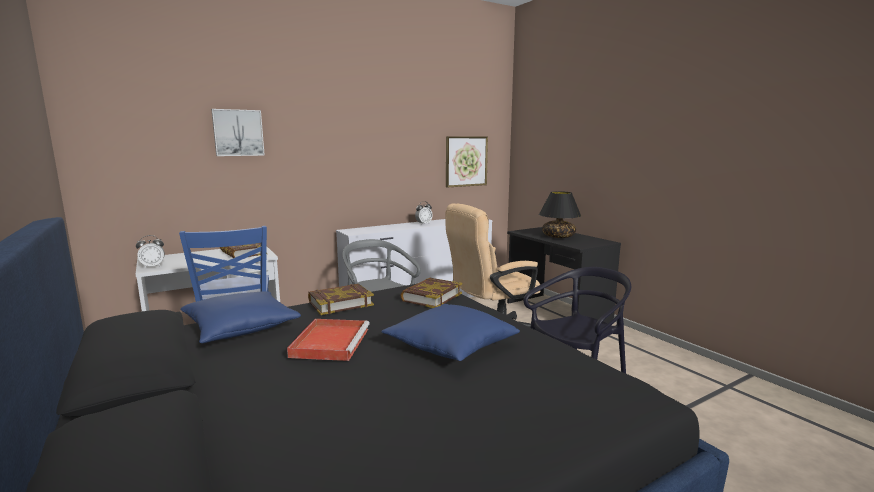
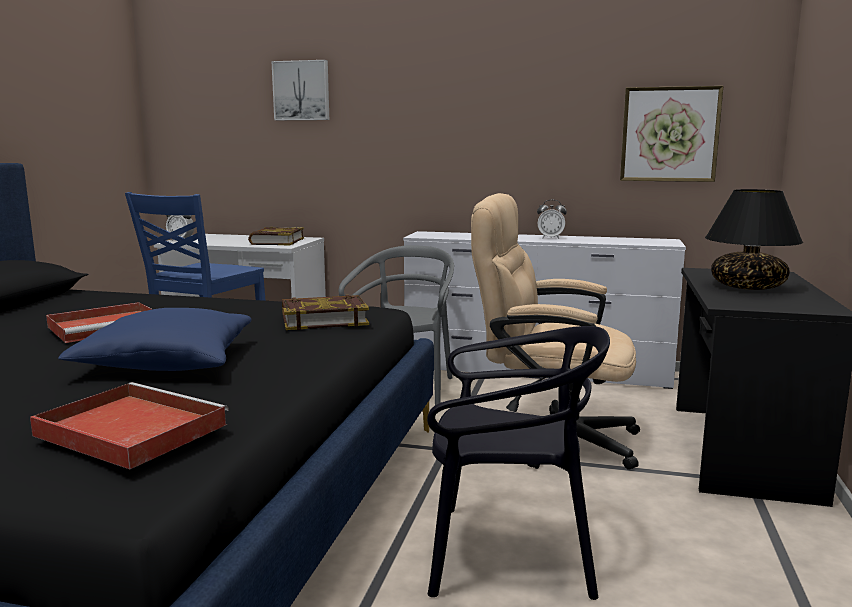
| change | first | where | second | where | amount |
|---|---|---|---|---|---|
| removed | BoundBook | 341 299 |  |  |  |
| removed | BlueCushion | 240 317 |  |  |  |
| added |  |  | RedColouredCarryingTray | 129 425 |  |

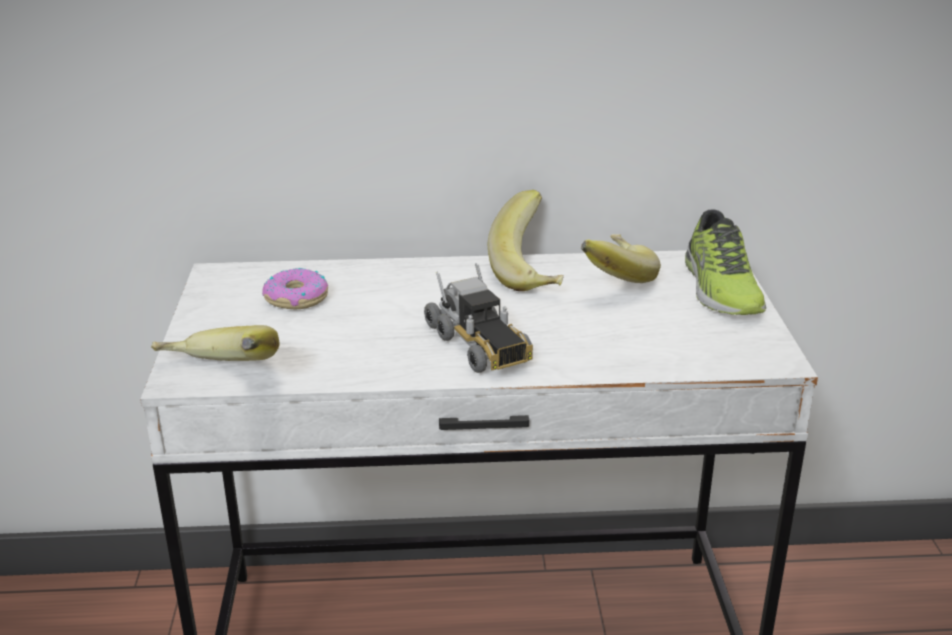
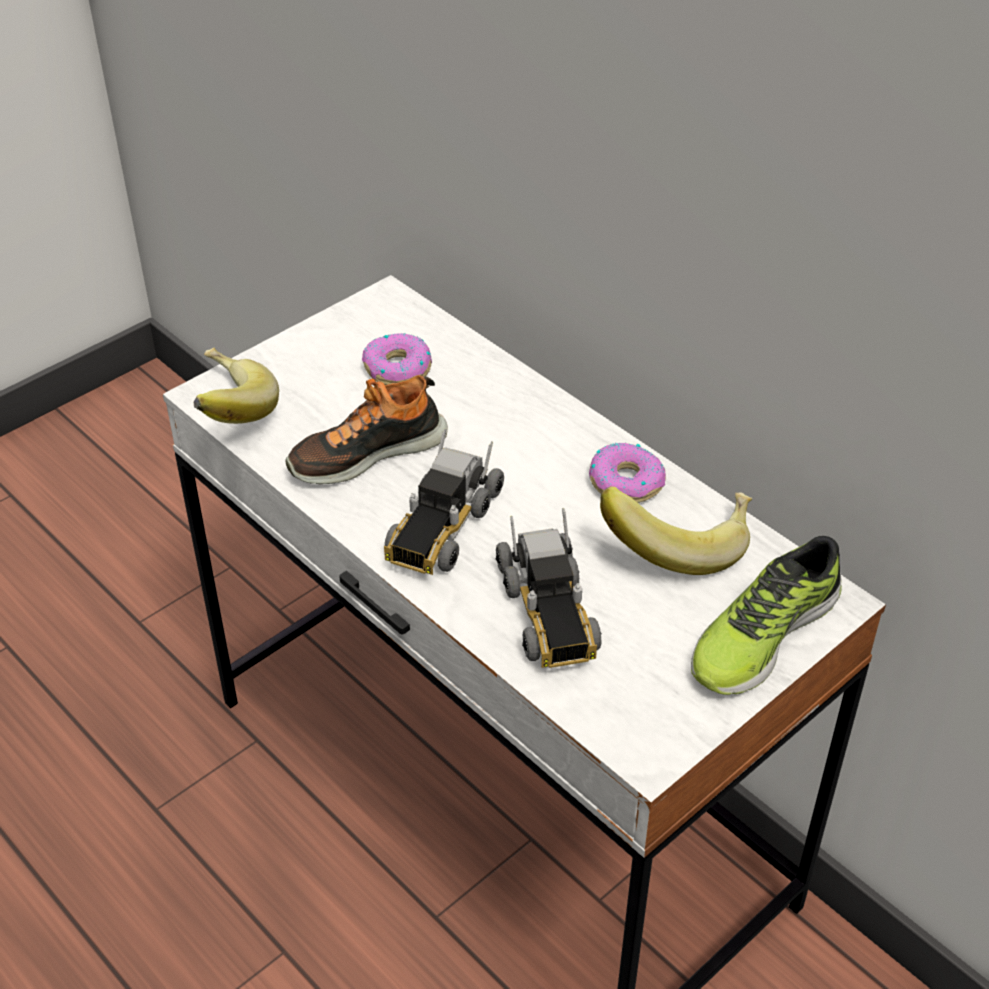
| change | first | where | second | where | amount |
|---|---|---|---|---|---|
| replaced | WholeBanana | 525 240 | Doughnut | 627 473 |  |
| added |  |  | ItemOfFootwear | 366 429 |  |
| added |  |  | ToyTruck | 548 588 |  |

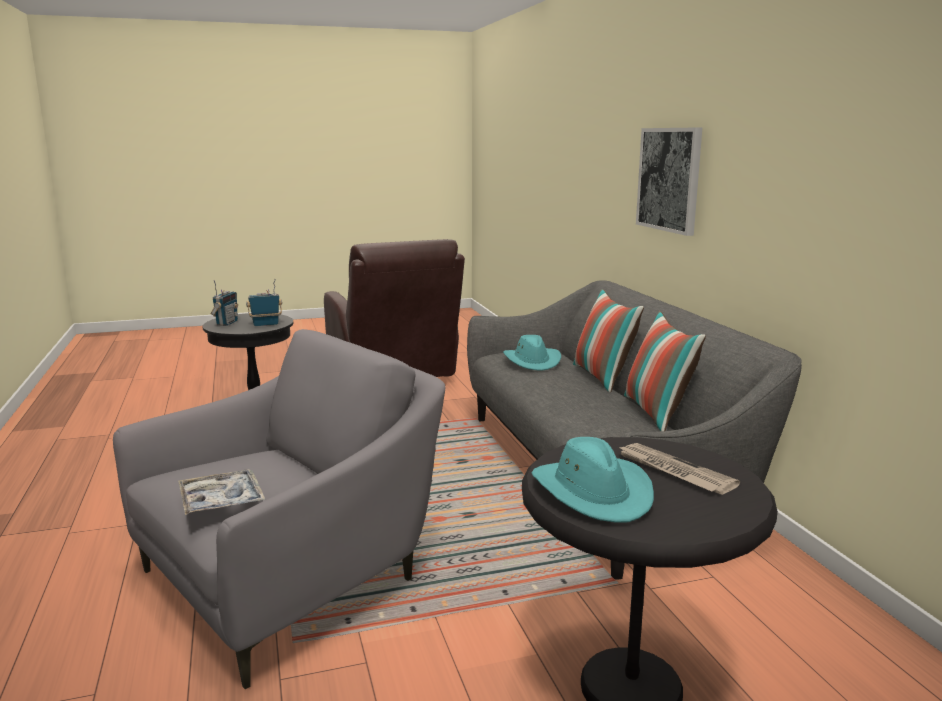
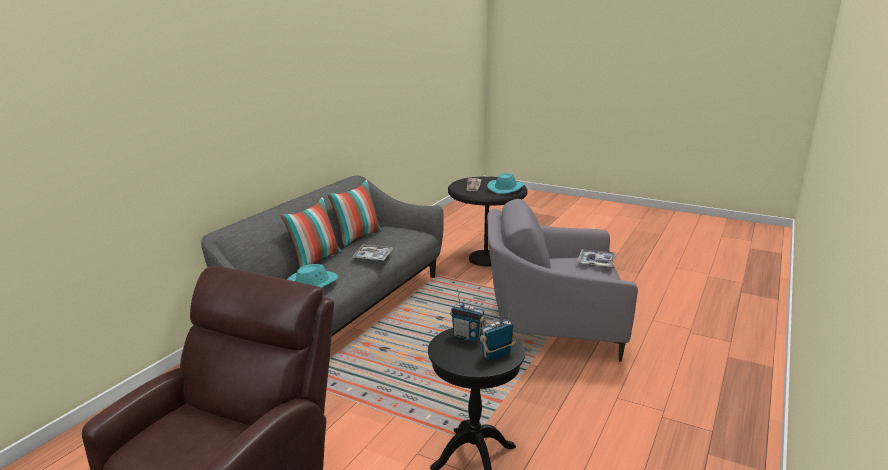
| change | first | where | second | where | amount |
|---|---|---|---|---|---|
| removed | WallPicture | 669 182 |  |  |  |
| added |  |  | CarryingTray | 372 252 |  |

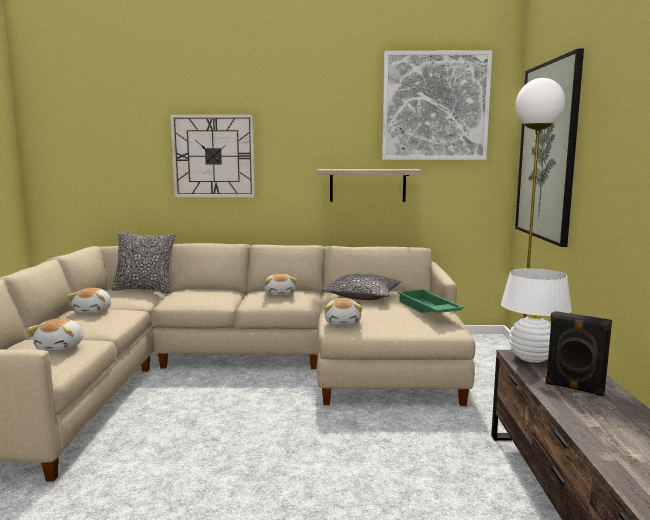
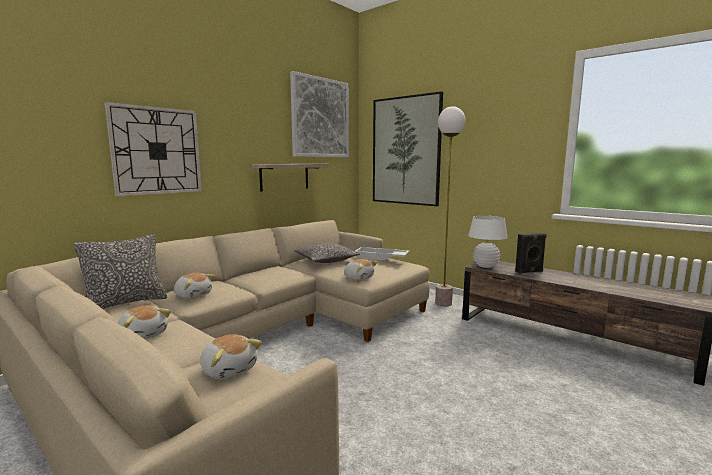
| change | first | where | second | where | amount |
|---|---|---|---|---|---|
| moved | PlushToy | 280 284 |  | 194 286 |  |
| recoloured | GreenCarryingTray | 431 301 | WhiteColouredCarryingTray | 382 253 |  |

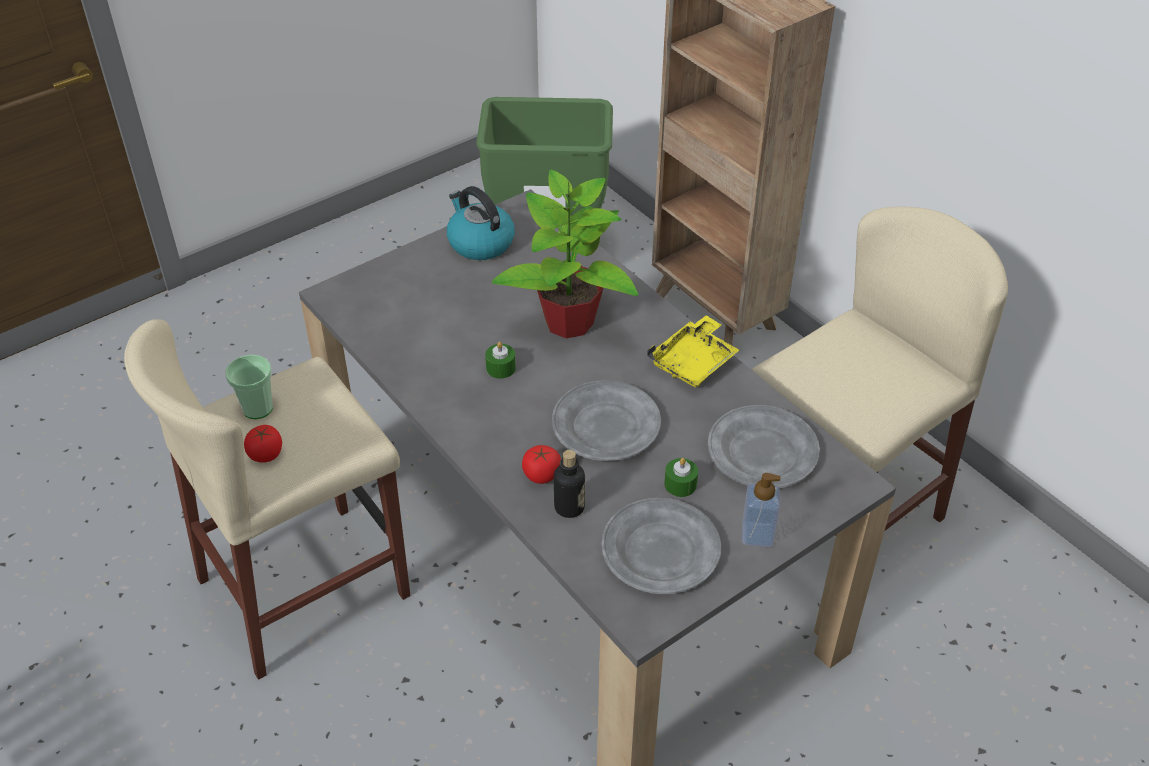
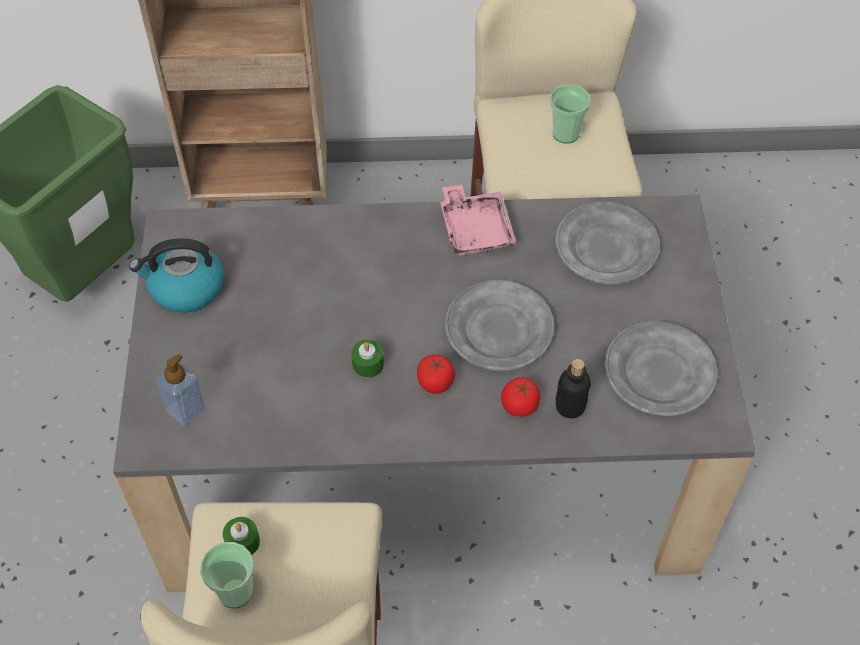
| change | first | where | second | where | amount |
|---|---|---|---|---|---|
| removed | PlantInAPot | 565 254 |  |  |  |
| recoloured | YellowCarryingTray | 693 351 | PinkColouredCarryingTray | 478 220 |  |
| moved | Tomato | 263 444 |  | 436 374 |  |
| moved | GreenWaxLight | 681 477 |  | 241 536 |  |
| moved | SoapDispenser | 761 510 |  | 181 390 |  |
| added |  |  | DrinkingCup | 570 114 |  |

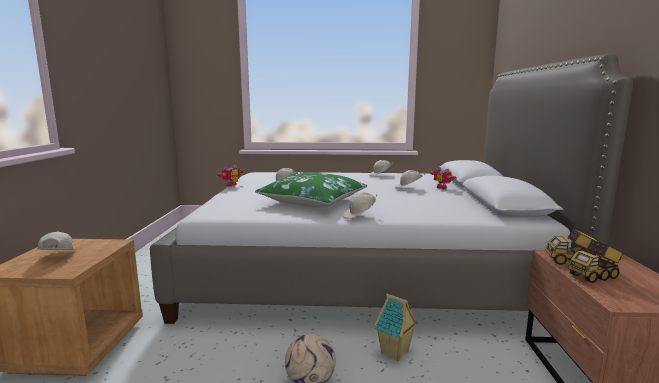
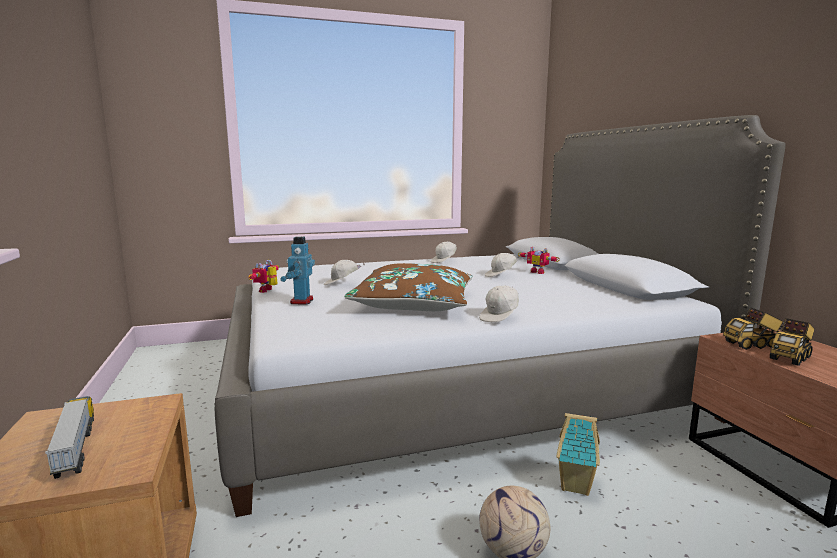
| change | first | where | second | where | amount |
|---|---|---|---|---|---|
| recoloured | GreenCushion | 311 190 | BrownColouredCushion | 408 287 |  |
| replaced | WhiteColouredCap | 57 241 | ToyTruck | 69 437 |  |
| added |  |  | RobotFigure | 297 270 |  |

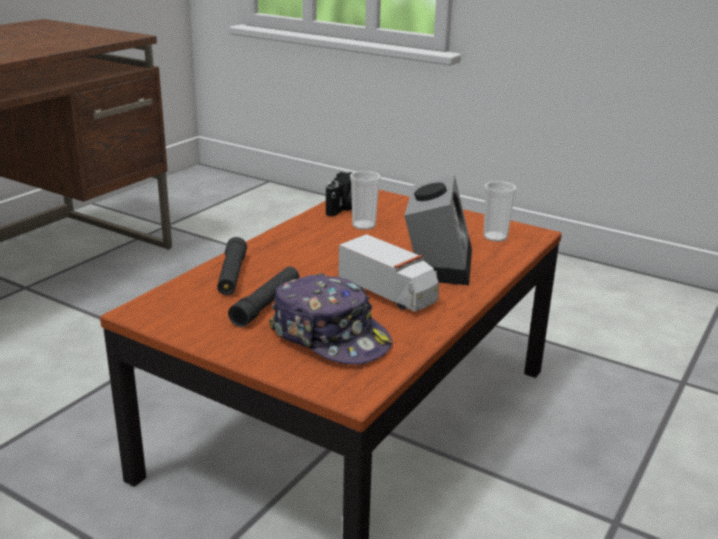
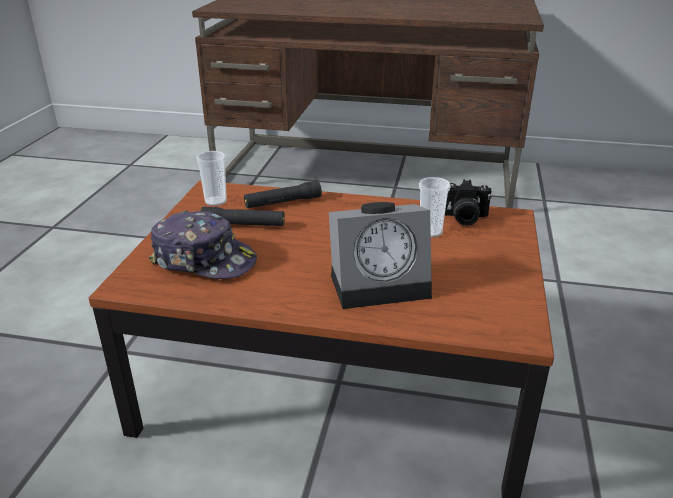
| change | first | where | second | where | amount |
|---|---|---|---|---|---|
| moved | DrinkingCup | 500 211 |  | 211 178 |  |
| removed | ToyTruck | 389 273 |  |  |  |
| turned | Cap | 330 319 |  | 203 245 | 90 degrees counterclockwise |

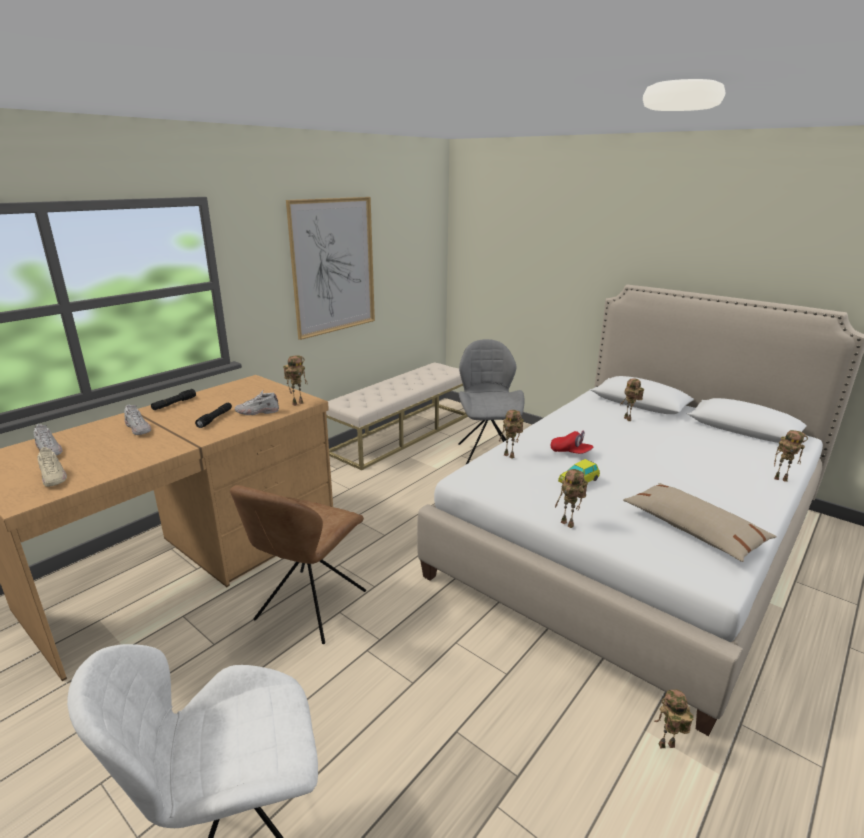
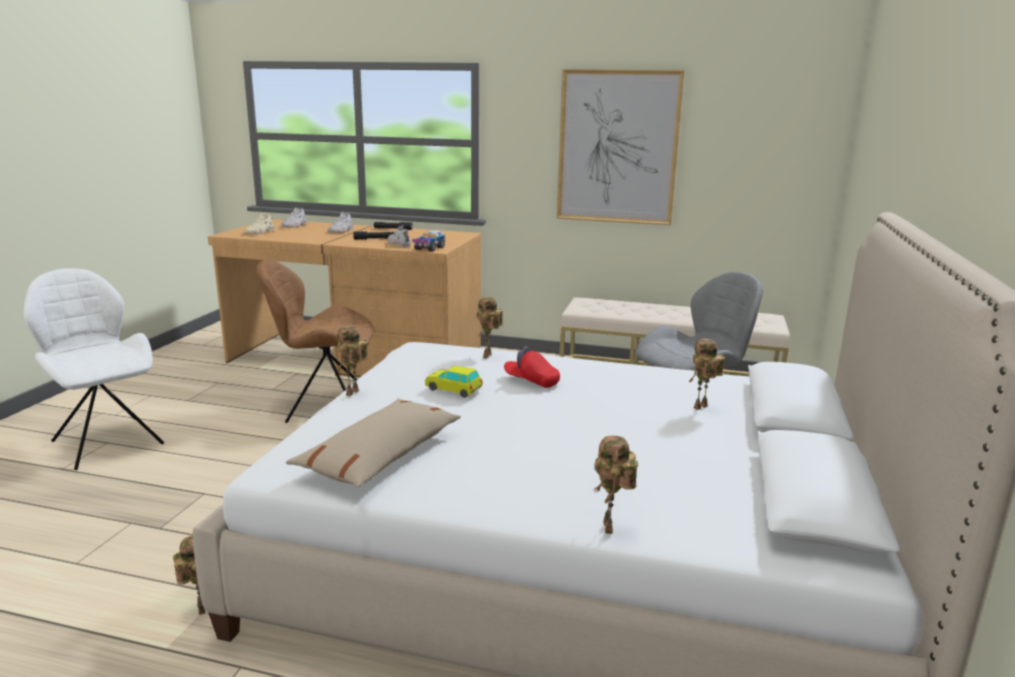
| change | first | where | second | where | amount |
|---|---|---|---|---|---|
| replaced | RobotFigure | 295 380 | ToyTruck | 429 240 |  |
| turned | RedColouredCap | 571 442 |  | 532 367 | 105 degrees clockwise |

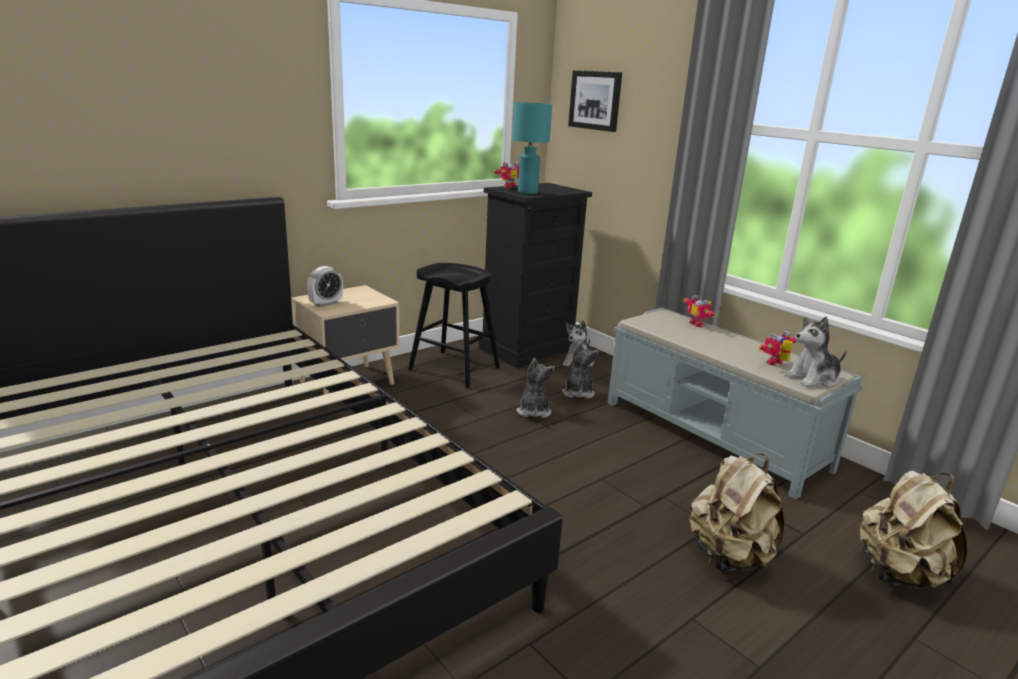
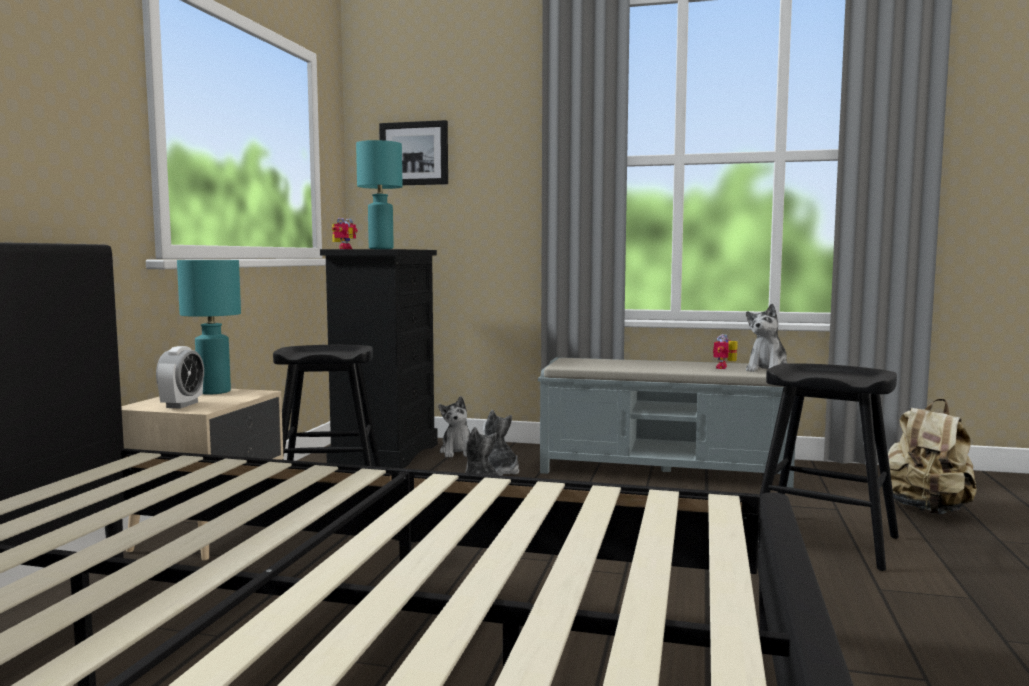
| change | first | where | second | where | amount |
|---|---|---|---|---|---|
| removed | RobotFigure | 699 311 |  |  |  |
| replaced | BeigeColouredBackpack | 736 512 | BlackishStool | 829 467 |  |
| added |  |  | TurquoiseTabletopLamp | 209 327 |  |

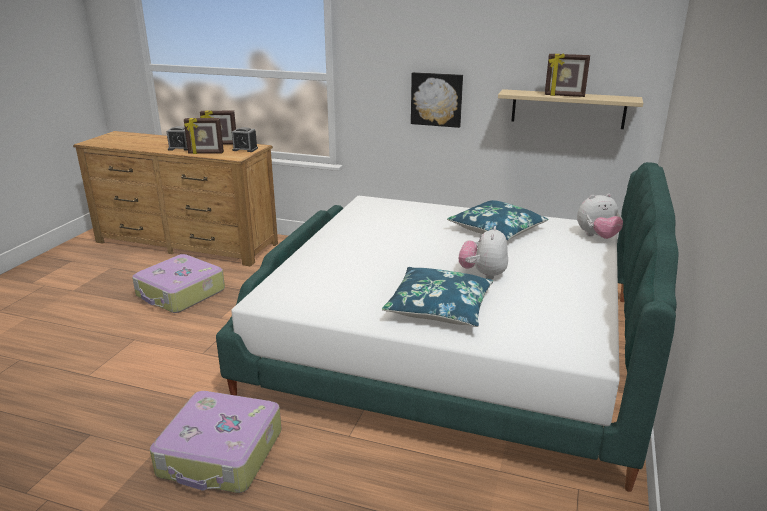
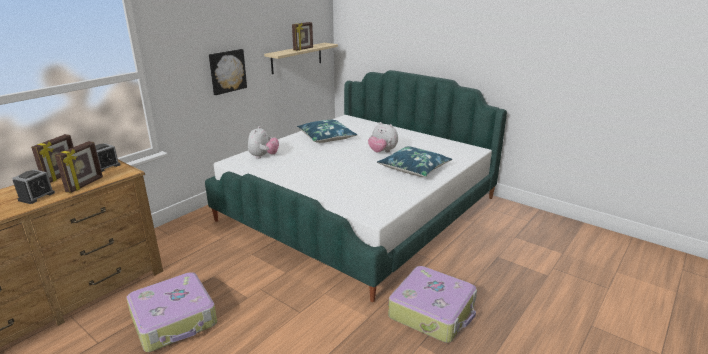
| change | first | where | second | where | amount |
|---|---|---|---|---|---|
| moved | PlushToy | 600 216 |  | 263 142 |  |

